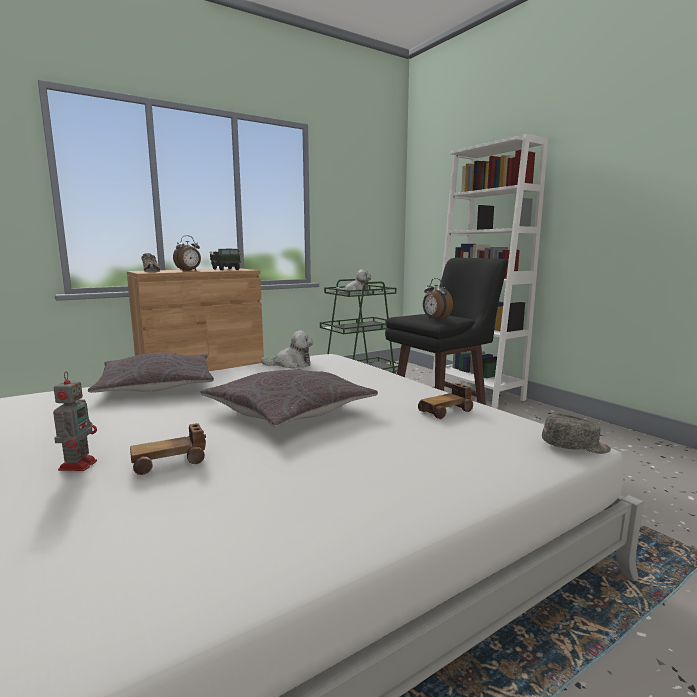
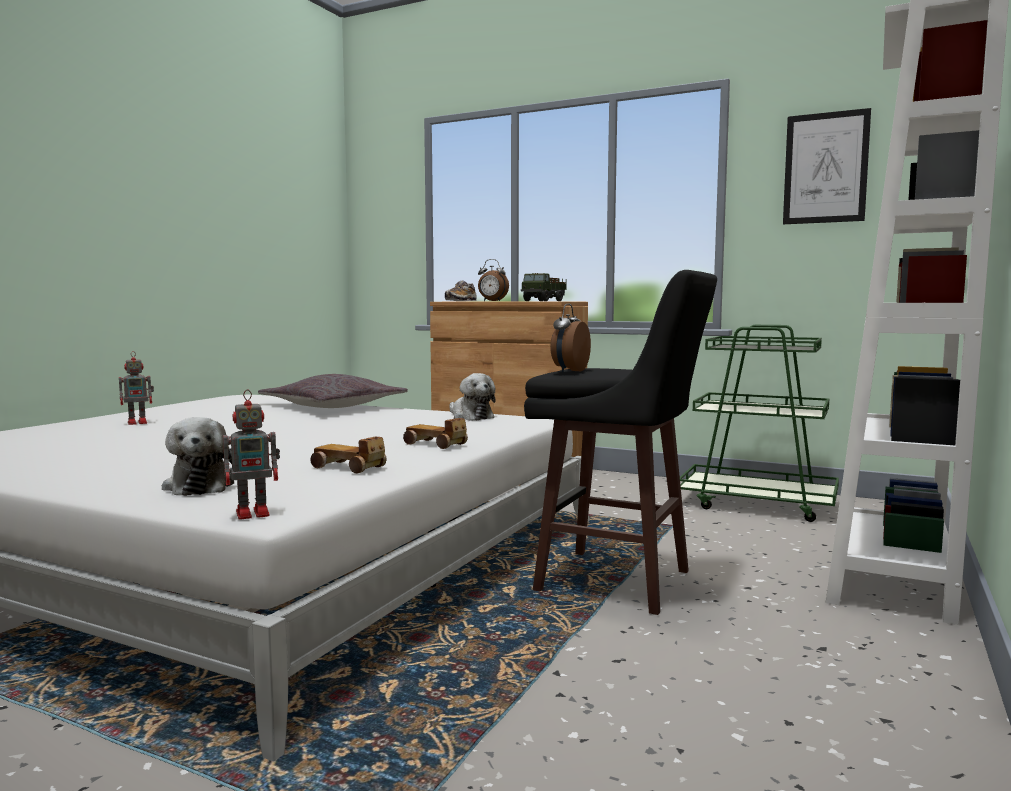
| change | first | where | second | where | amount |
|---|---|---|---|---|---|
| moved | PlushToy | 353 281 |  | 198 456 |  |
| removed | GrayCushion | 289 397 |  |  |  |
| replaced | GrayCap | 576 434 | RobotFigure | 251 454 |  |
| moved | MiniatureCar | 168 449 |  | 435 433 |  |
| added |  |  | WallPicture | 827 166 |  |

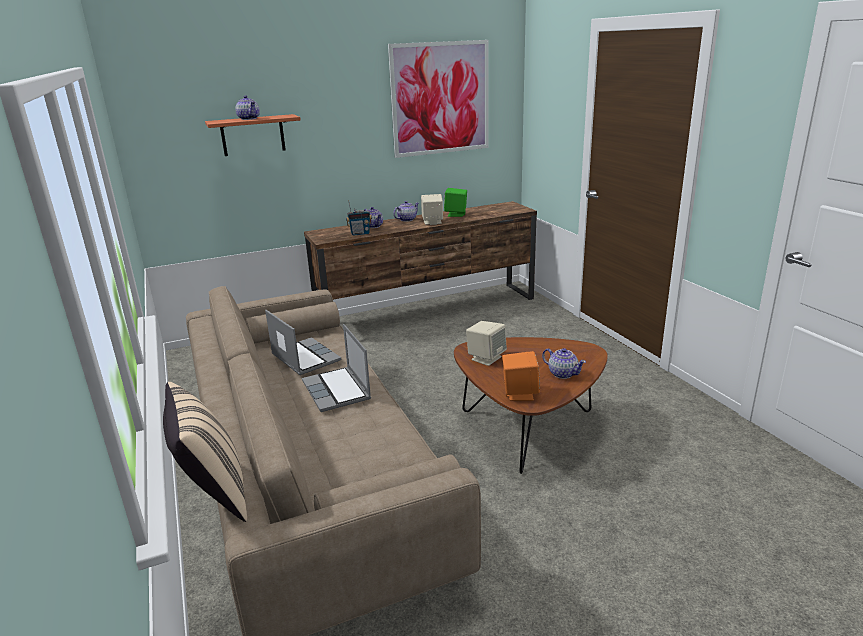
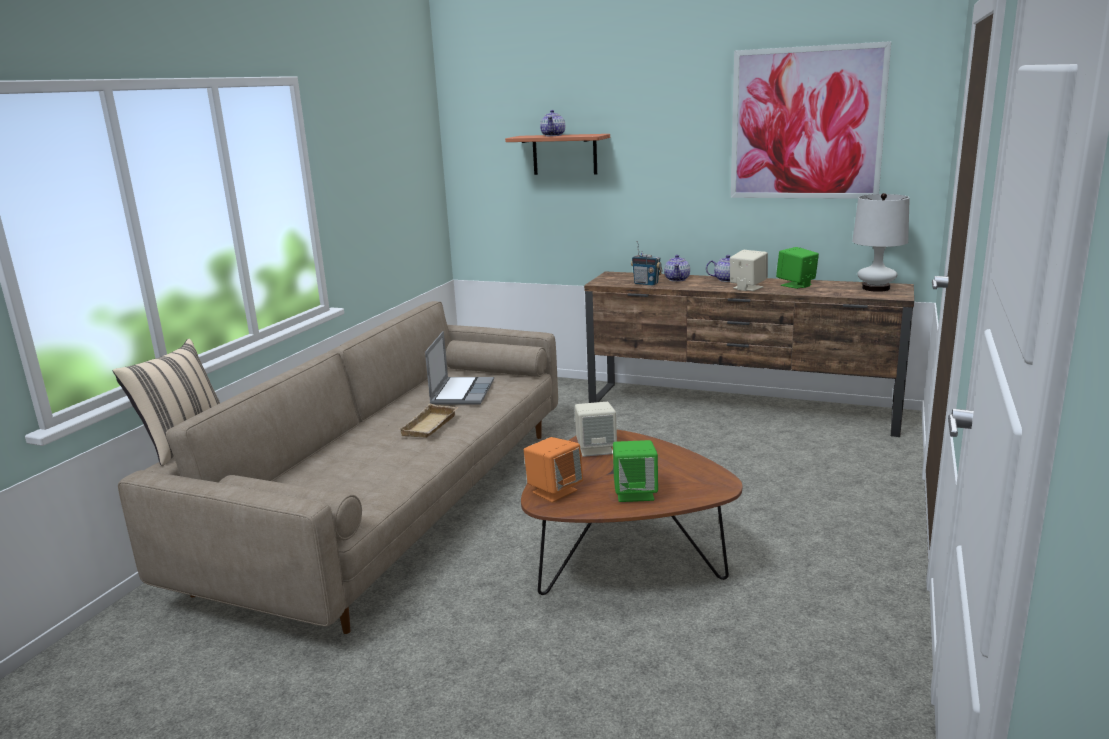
| change | first | where | second | where | amount |
|---|---|---|---|---|---|
| replaced | PortableComputer | 336 368 | BeigeColouredCarryingTray | 428 421 |  |
| replaced | PotForTea | 564 363 | GreenAudioSpeaker | 635 471 |  |
| added |  |  | WhiteColouredTabletopLamp | 881 242 |  |

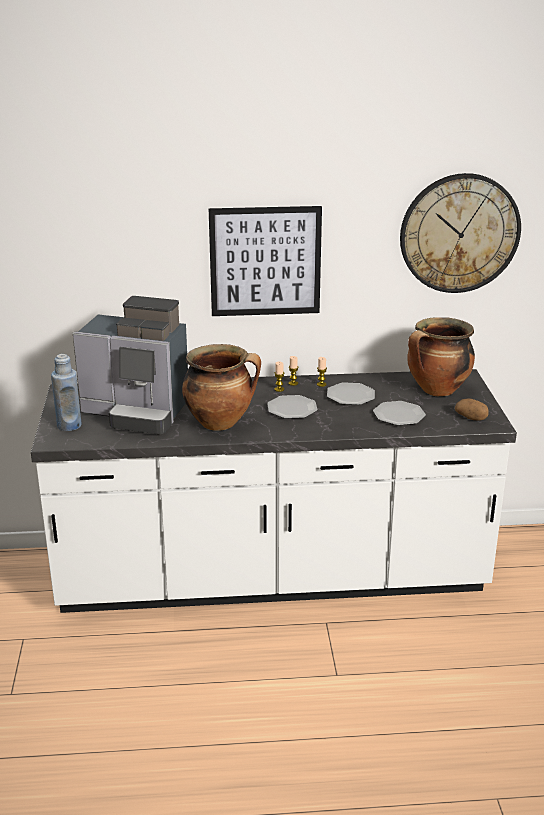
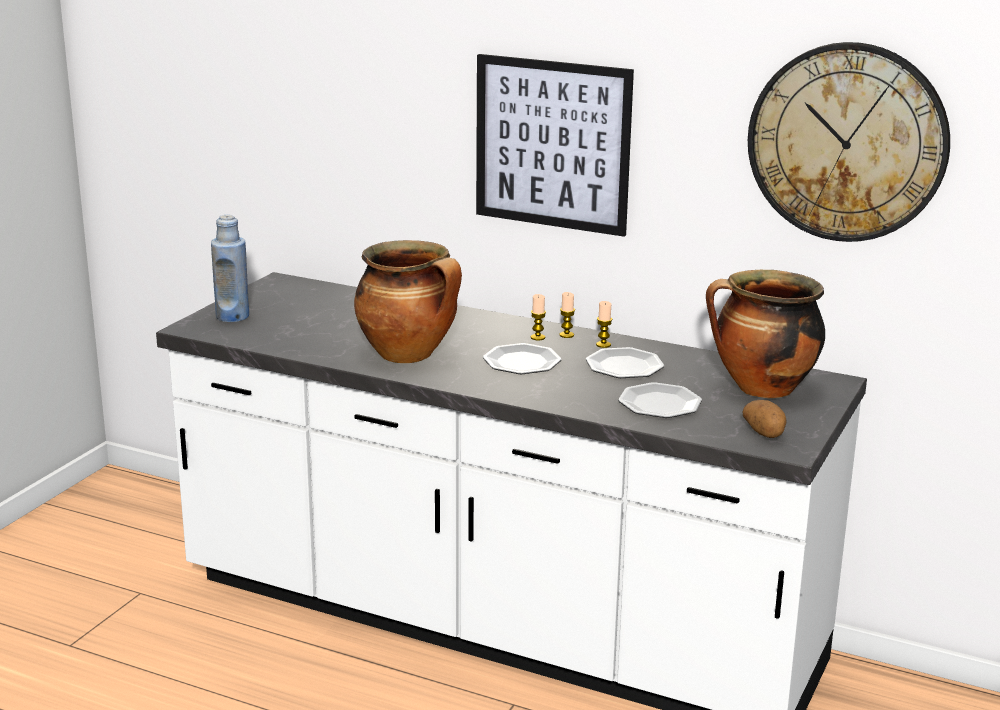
| change | first | where | second | where | amount |
|---|---|---|---|---|---|
| removed | CoffeeMachine | 130 365 |  |  |  |

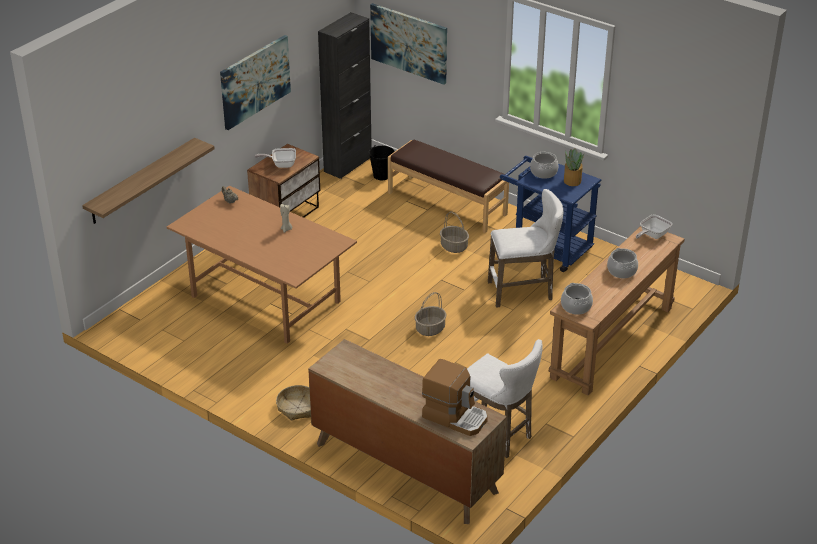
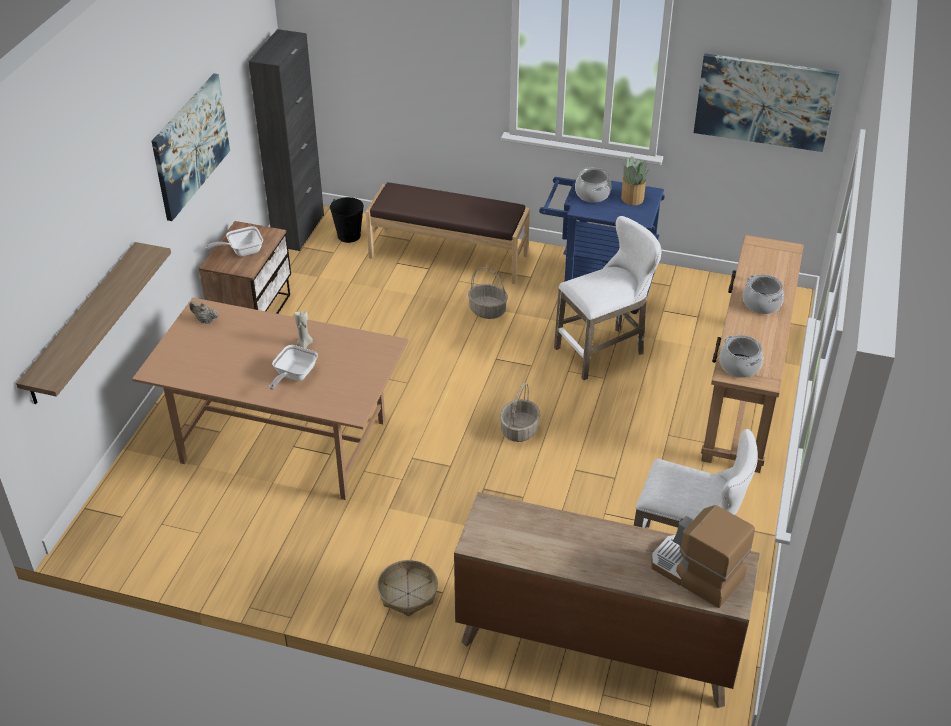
| change | first | where | second | where | amount |
|---|---|---|---|---|---|
| moved | WallPicture | 408 44 |  | 767 103 |  |
| moved | Pan | 654 226 |  | 293 367 |  |
| turned | CoffeeMachine | 455 397 |  | 703 556 | 150 degrees counterclockwise |

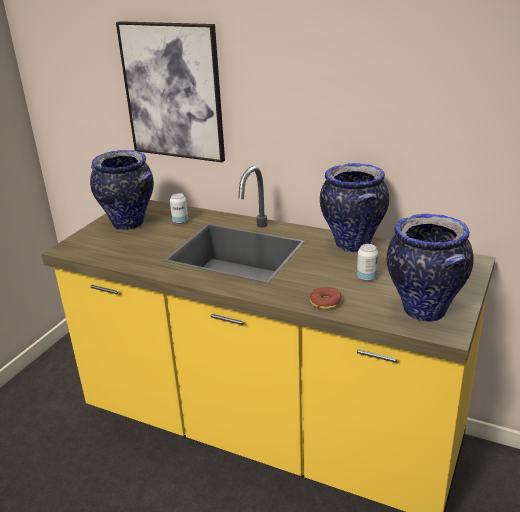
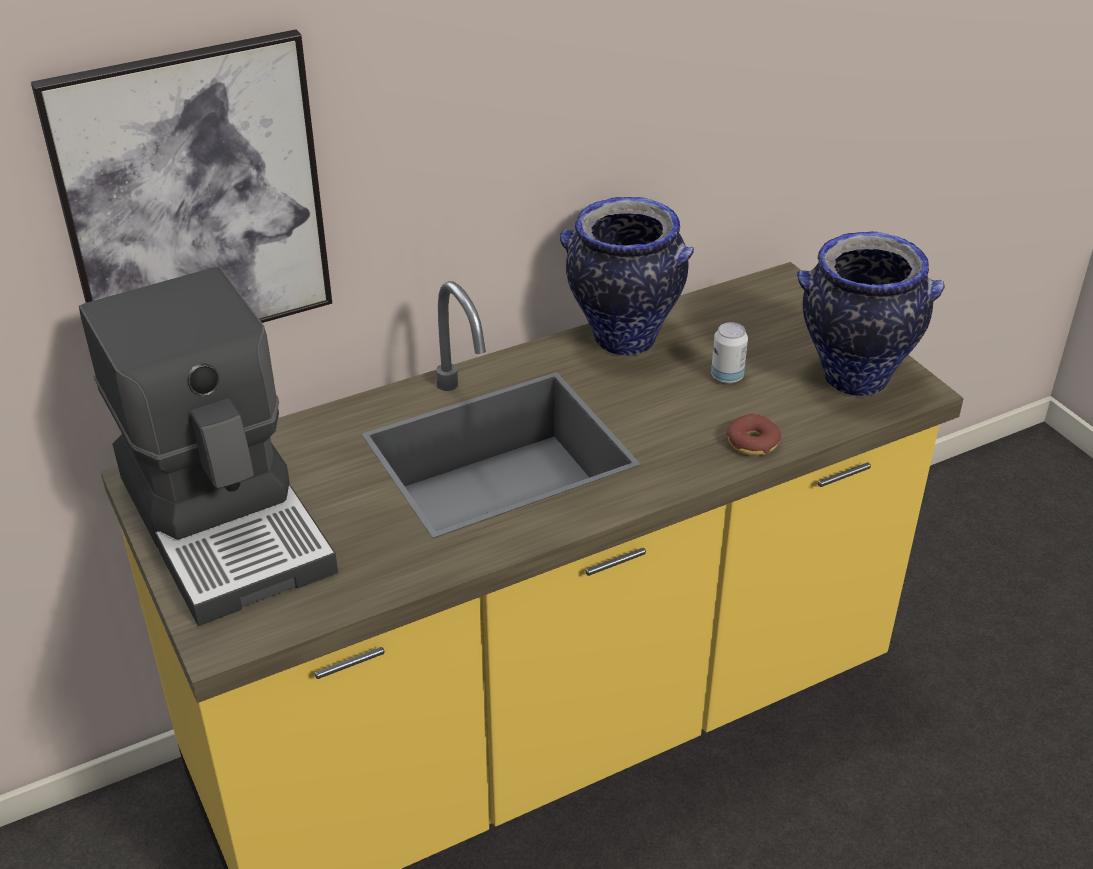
| change | first | where | second | where | amount |
|---|---|---|---|---|---|
| replaced | DecorativeVase | 122 190 | CoffeeMachine | 208 446 |  |
| removed | MetalCan | 179 208 |  |  |  |

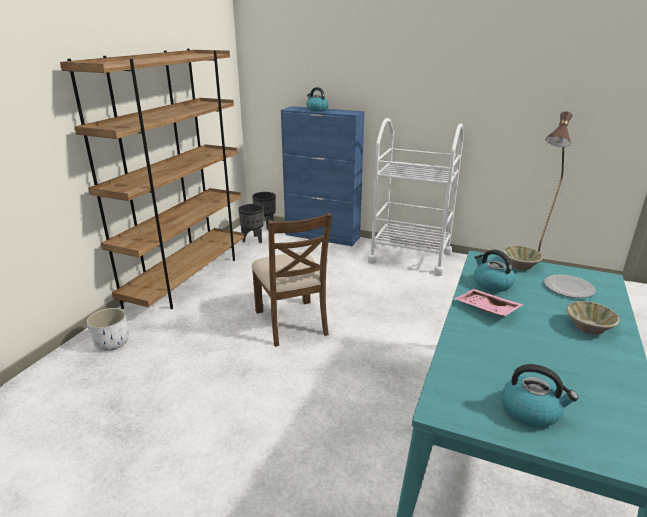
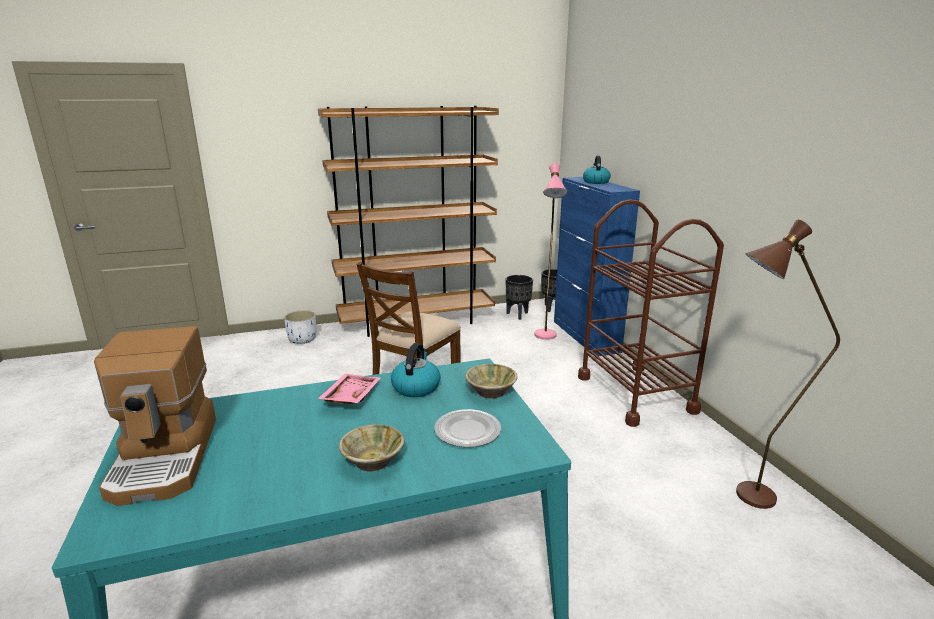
| change | first | where | second | where | amount |
|---|---|---|---|---|---|
| recoloured | WhiteColouredWheeledCart | 416 197 | BrownColouredWheeledCart | 651 313 |  |
| replaced | TeaKettle | 540 396 | CoffeeMachine | 155 416 |  |
| added |  |  | PinkColouredStandardLamp | 550 251 |  |

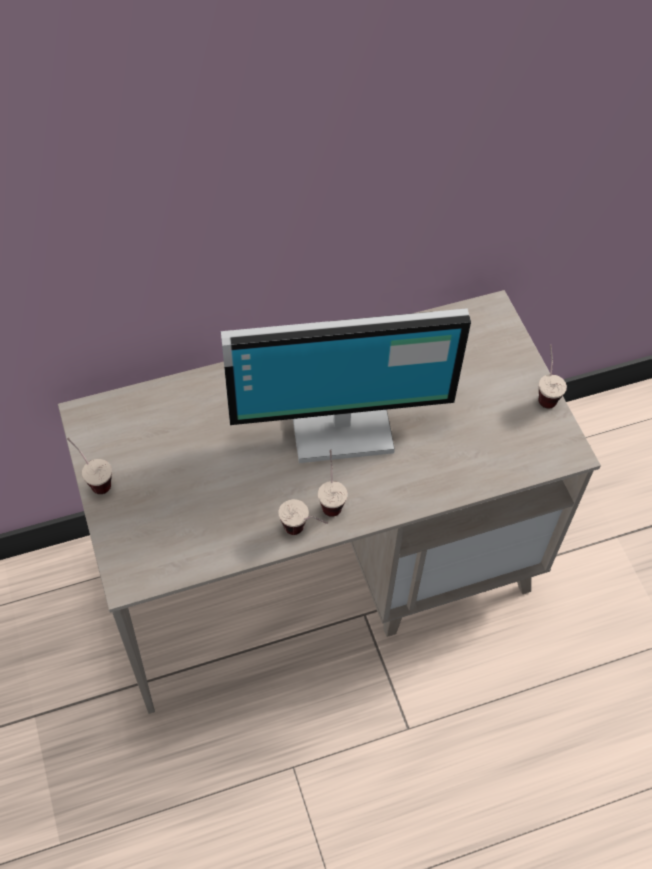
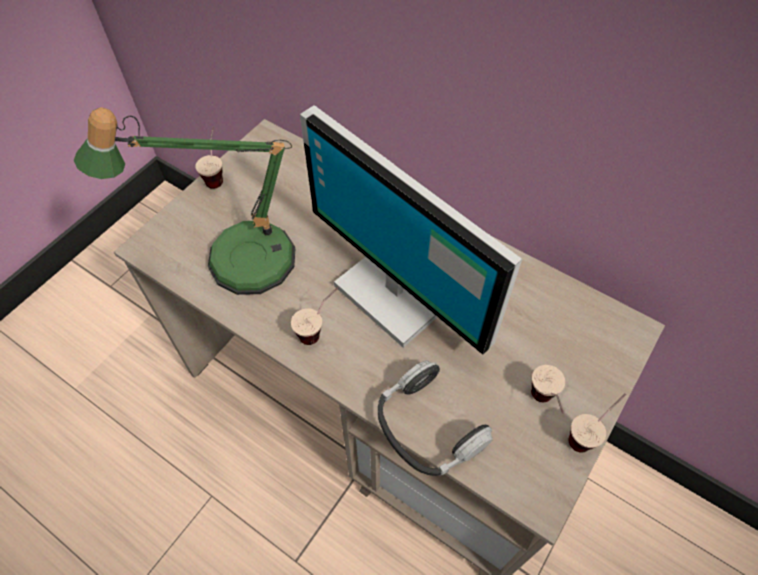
| change | first | where | second | where | amount |
|---|---|---|---|---|---|
| moved | DrinkingCup | 303 517 |  | 548 389 |  |
| added |  |  | TabletopLamp | 184 201 |  |
| added |  |  | PairOfHeadphones | 435 418 |  |

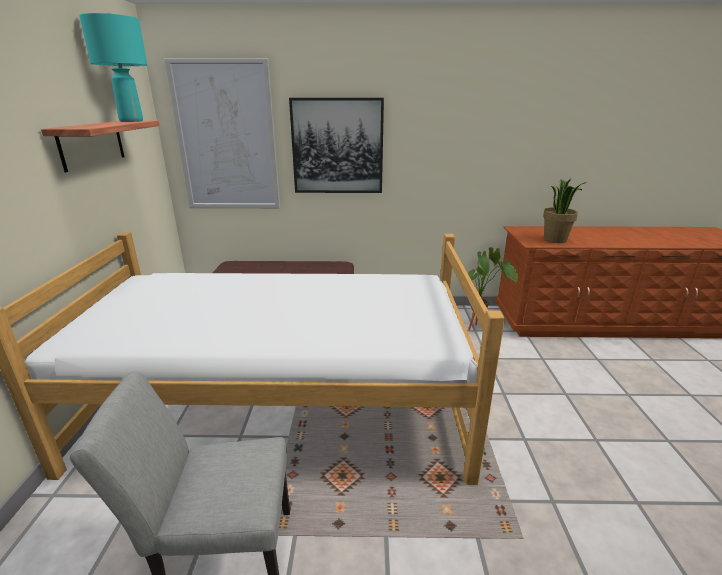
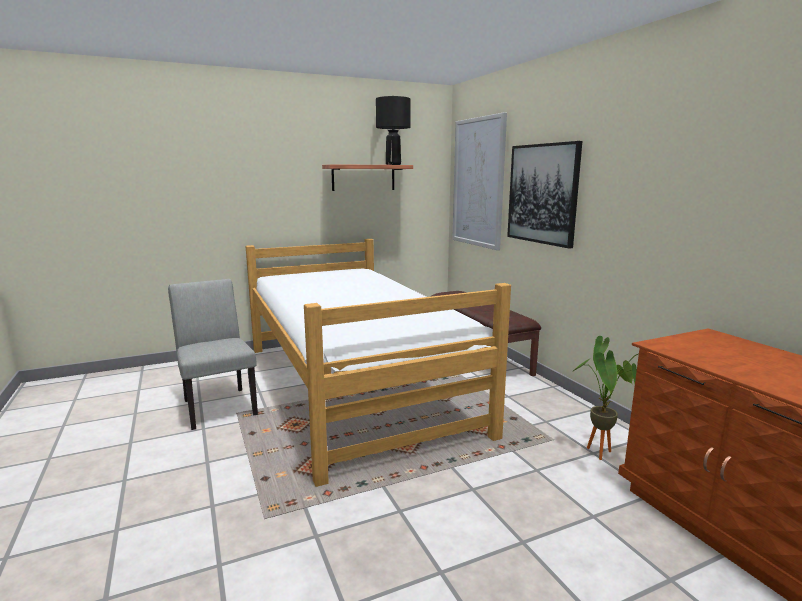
| change | first | where | second | where | amount |
|---|---|---|---|---|---|
| recoloured | TurquoiseTabletopLamp | 113 67 | BlackishTabletopLamp | 393 130 |  |
| removed | PlantInAPot | 565 211 |  |  |  |

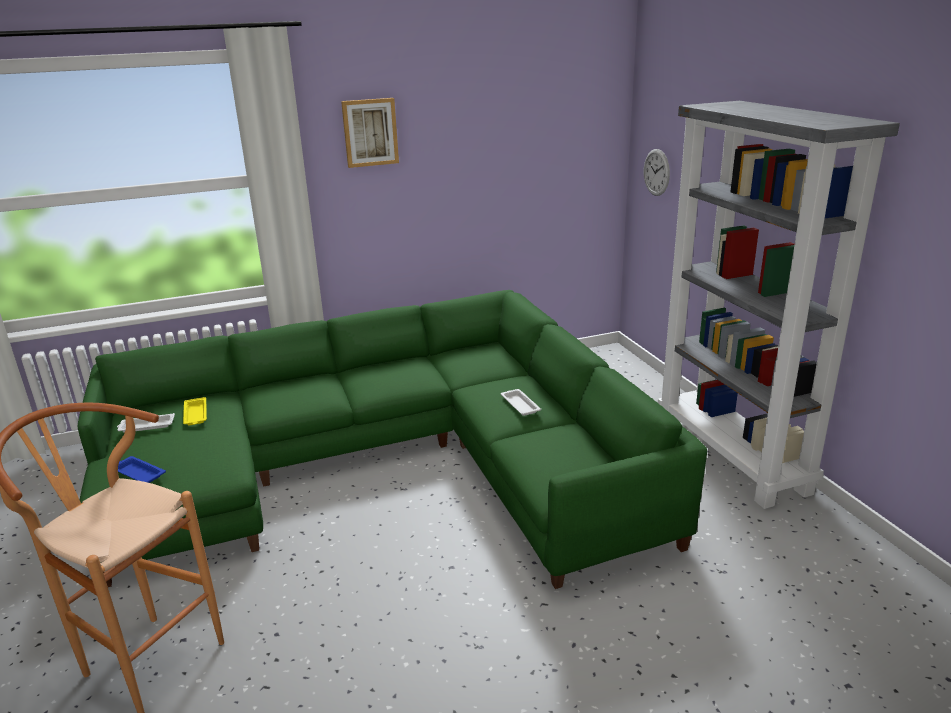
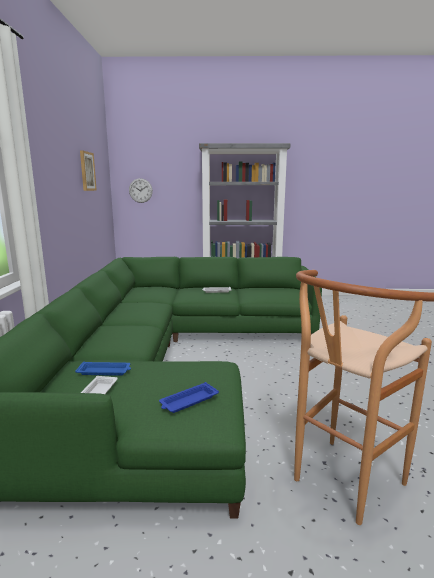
| change | first | where | second | where | amount |
|---|---|---|---|---|---|
| moved | WallPicture | 370 133 |  | 88 170 |  |
| recoloured | YellowCarryingTray | 195 411 | BlueCarryingTray | 103 369 |  |

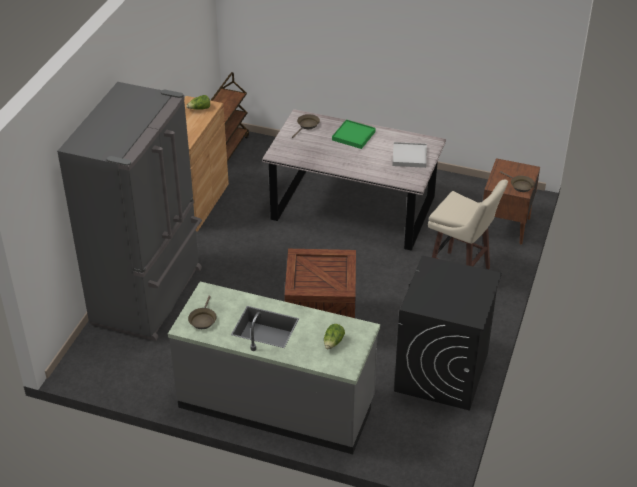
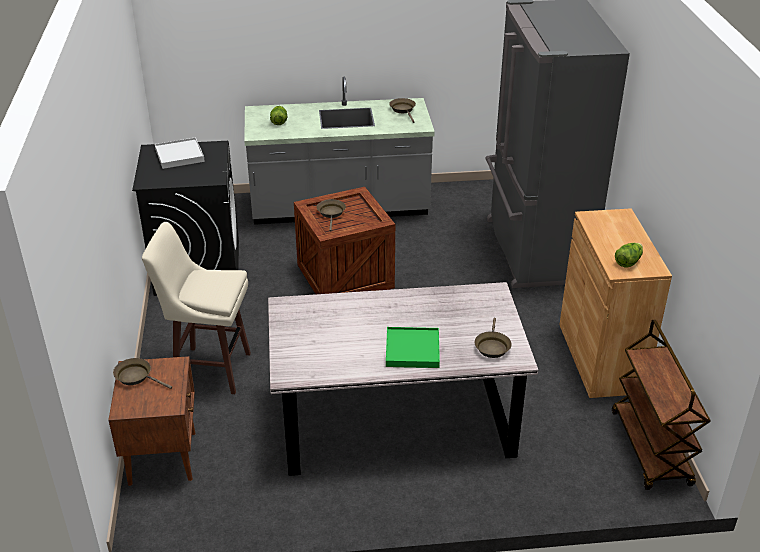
| change | first | where | second | where | amount |
|---|---|---|---|---|---|
| moved | WhiteColouredCarryingTray | 409 155 |  | 180 153 |  |
| added |  |  | BrownColouredPan | 331 215 |  |

